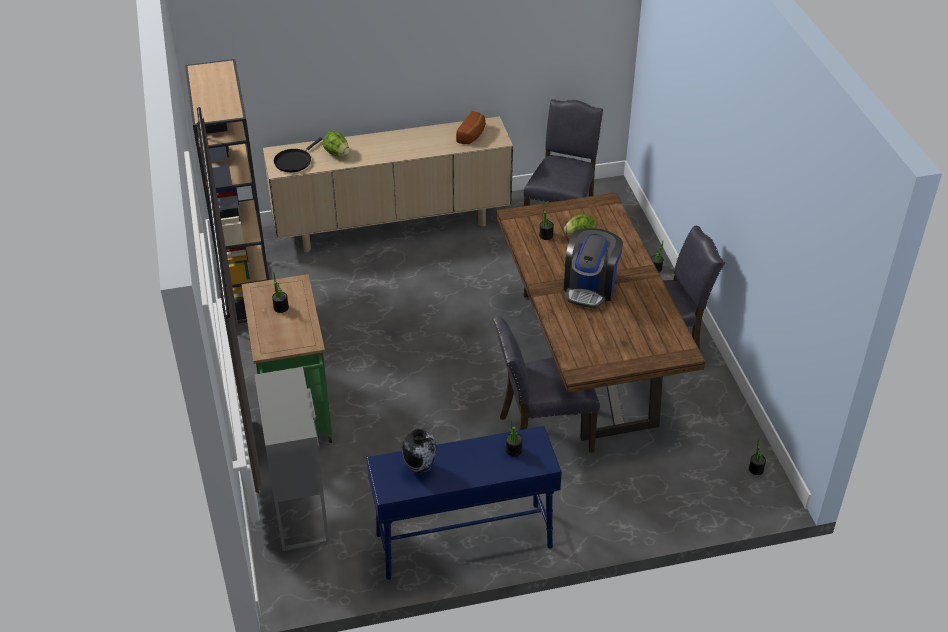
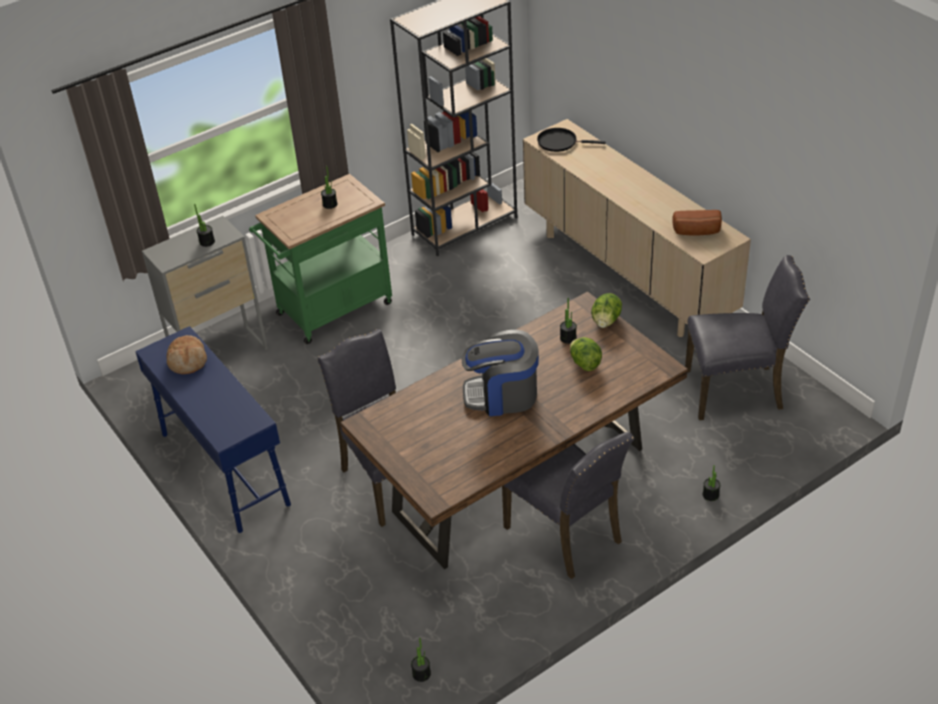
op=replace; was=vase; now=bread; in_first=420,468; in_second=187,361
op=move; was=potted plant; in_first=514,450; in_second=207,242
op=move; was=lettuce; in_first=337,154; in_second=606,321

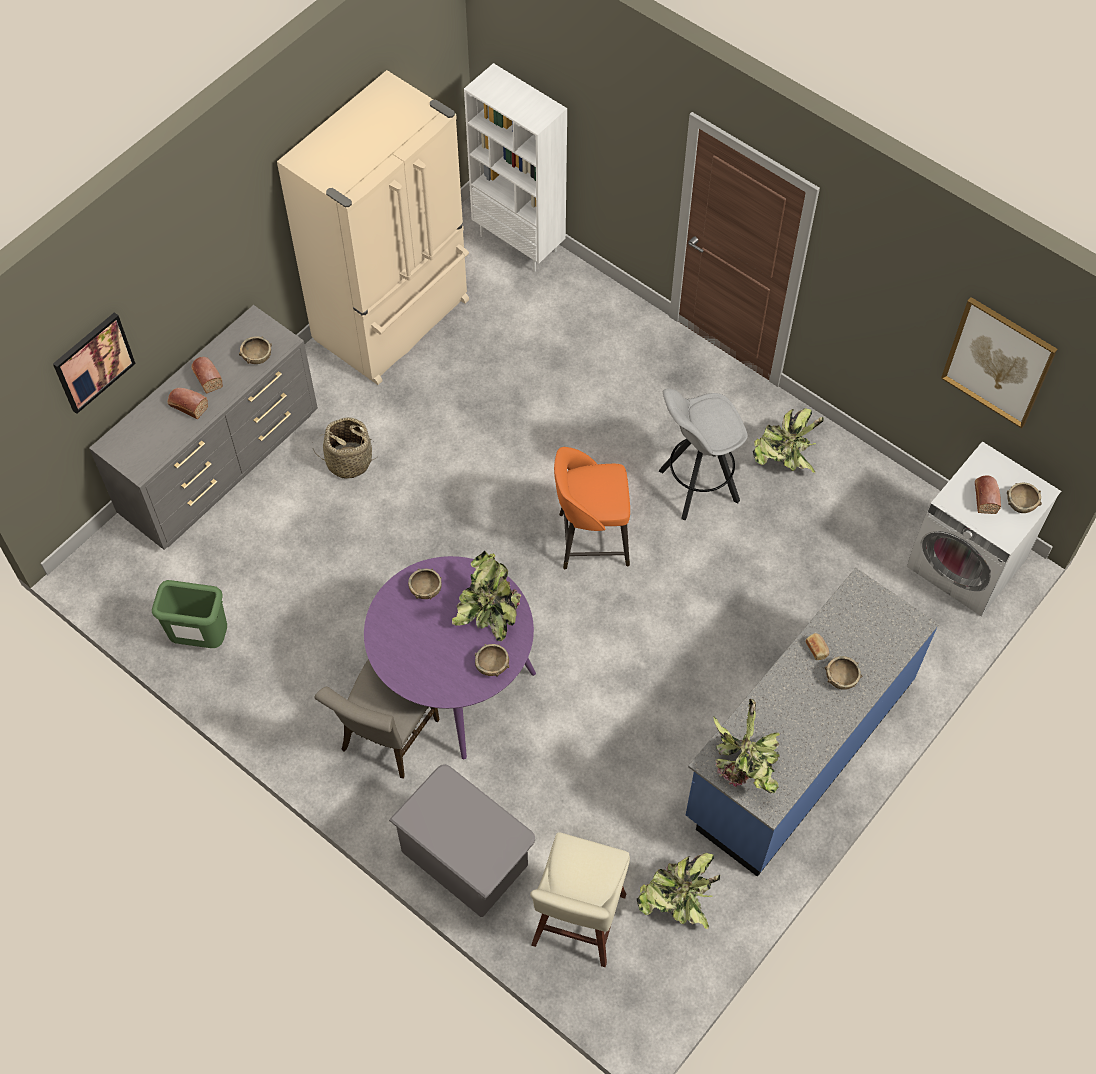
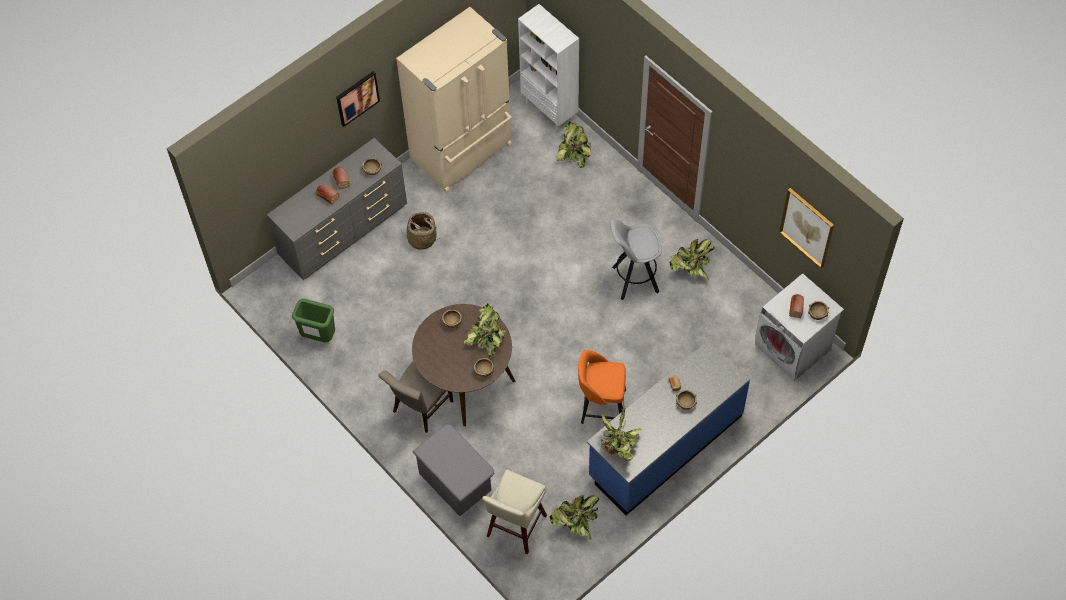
op=move; was=picture; in_first=93,362; in_second=357,98
op=recolor; was=dining table/purple; now=dining table/brown; in_first=454,684; in_second=465,381
op=insert; now=potted plant; in_second=574,153
op=move; was=stool/orange; in_first=591,539; in_second=601,406

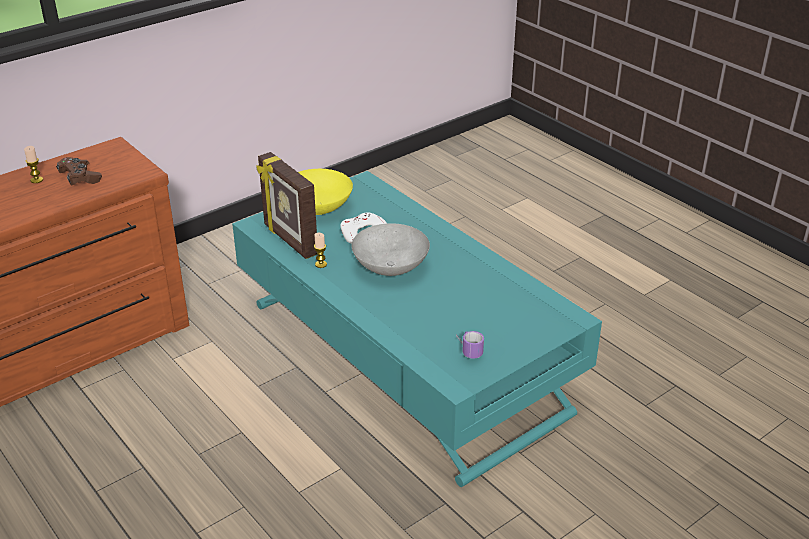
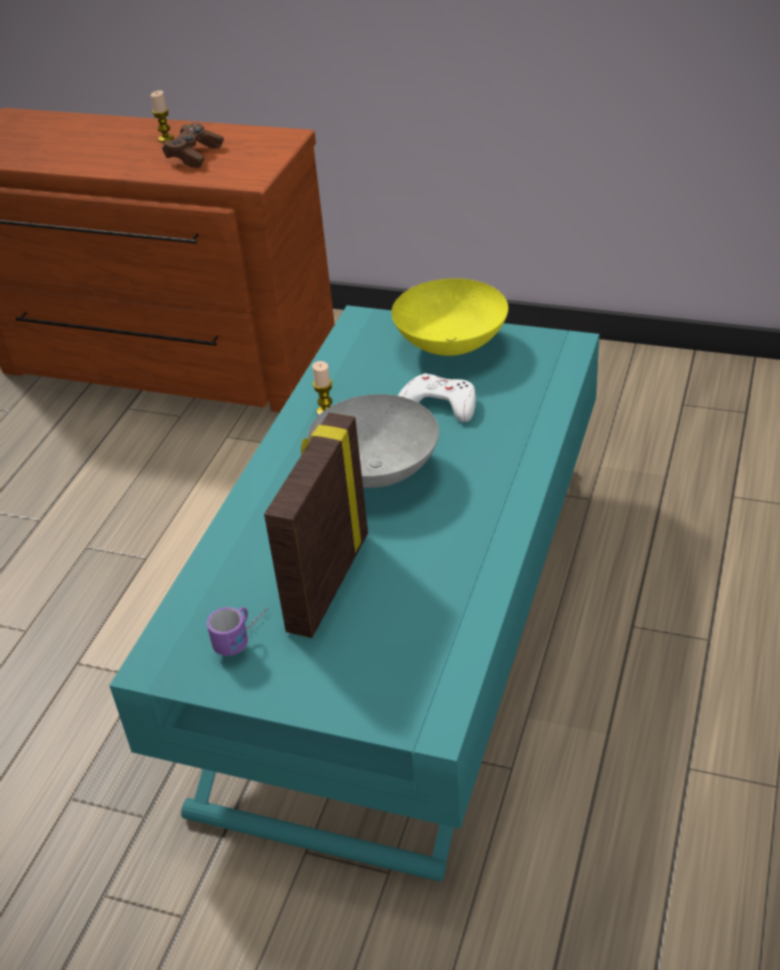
op=move; was=picture frame; in_first=289,240; in_second=326,582

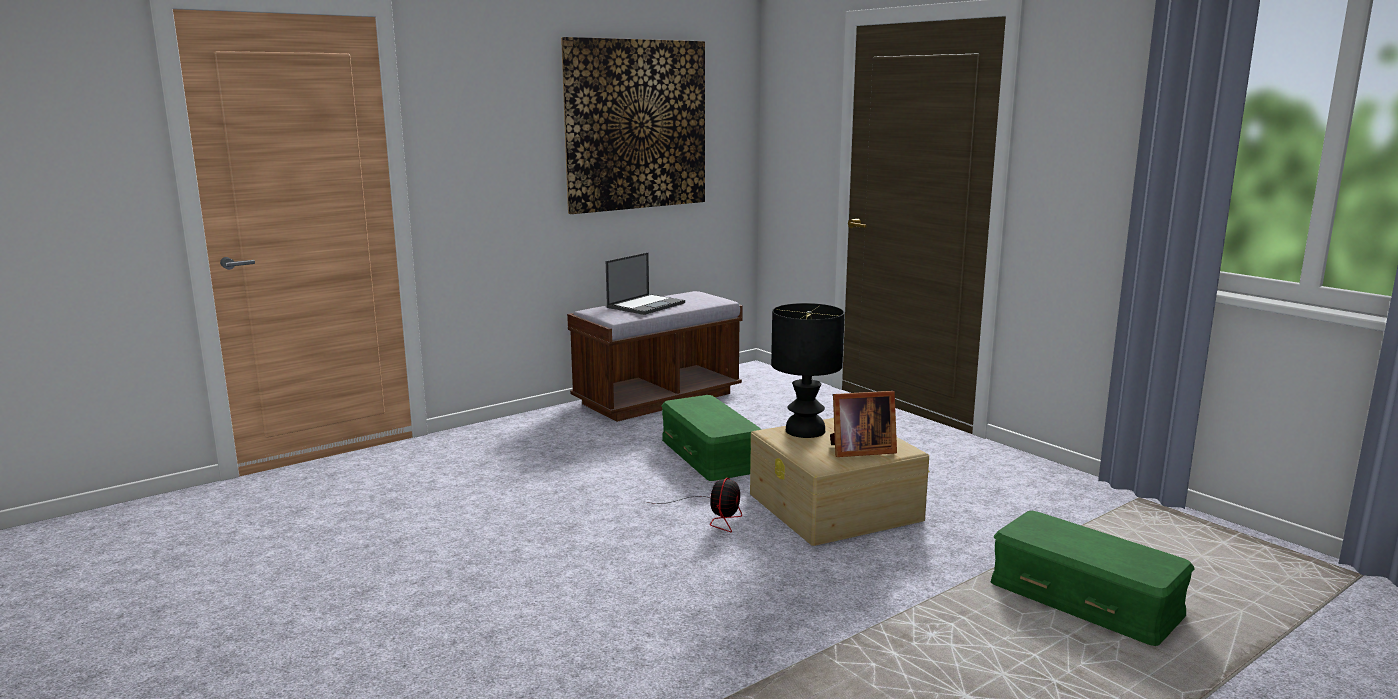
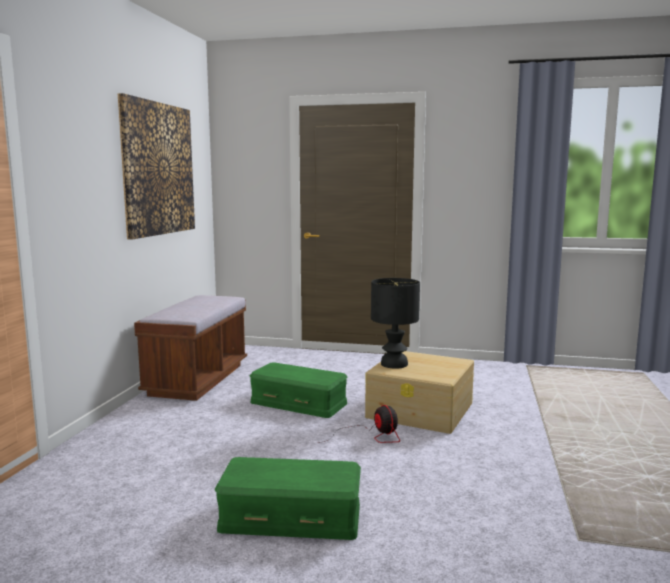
op=move; was=storage box/green; in_first=1083,600; in_second=290,517
op=delete; was=laptop; in_first=646,305
op=delete; was=picture frame; in_first=859,450

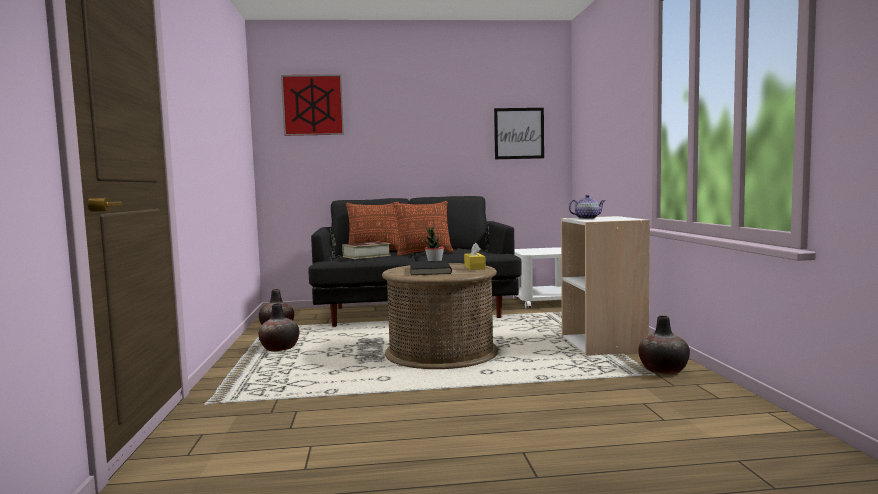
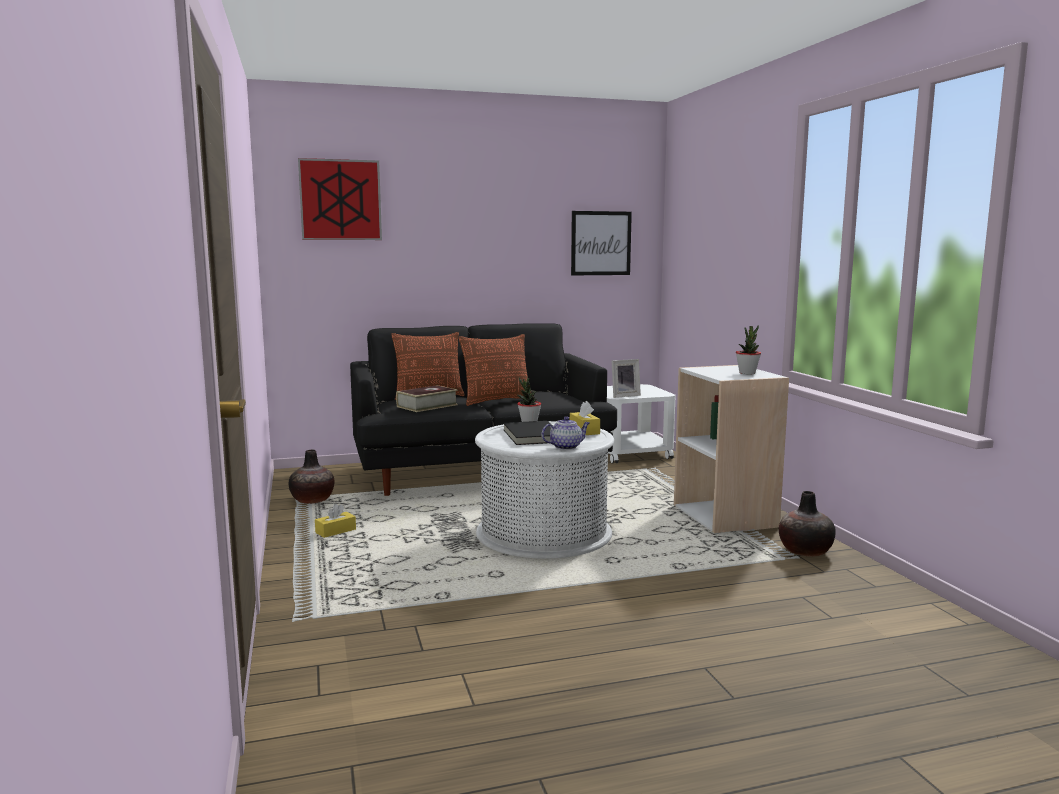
op=replace; was=vase; now=tissue box/yellow; in_first=279,348; in_second=335,532
op=recolor; was=coffee table/brown; now=coffee table/white; in_first=441,353; in_second=544,533
op=move; was=teapot; in_first=587,218; in_second=566,447
op=insert; now=picture frame; in_second=624,395
op=insert; now=potted plant; in_second=747,373

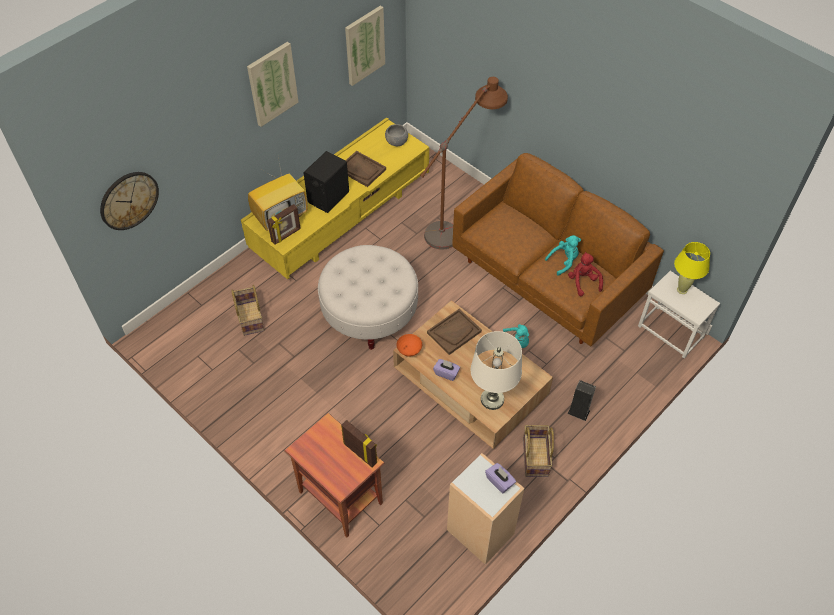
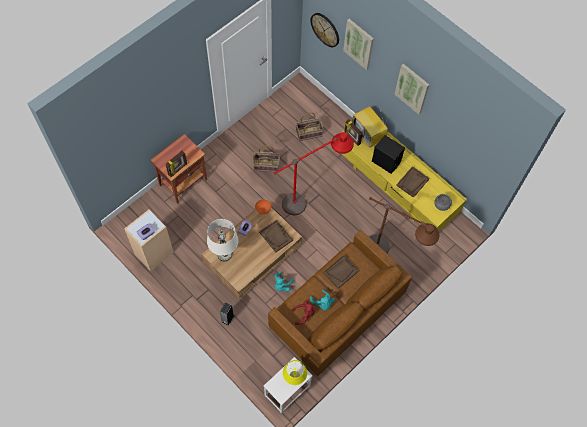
op=move; was=basket; in_first=534,457; in_second=266,165
op=replace; was=ottoman/white; now=floor lamp/red; in_first=370,313; in_second=310,199
op=insert; now=tray/brown; in_second=340,271
op=move; was=picture; in_first=364,45; in_second=359,44

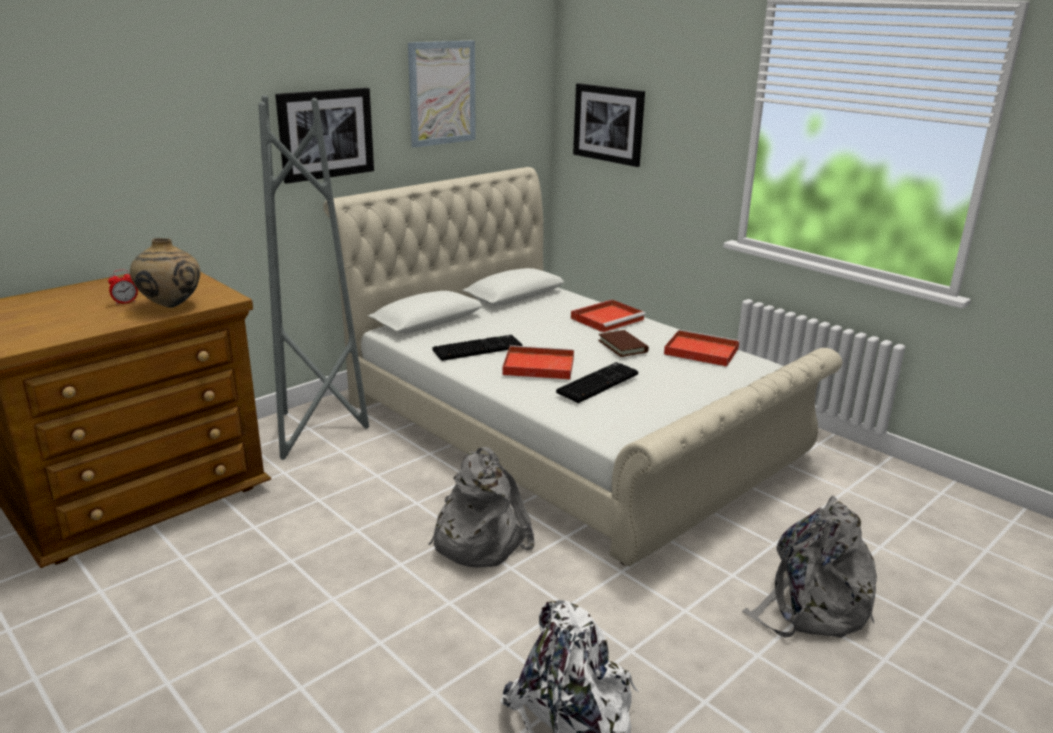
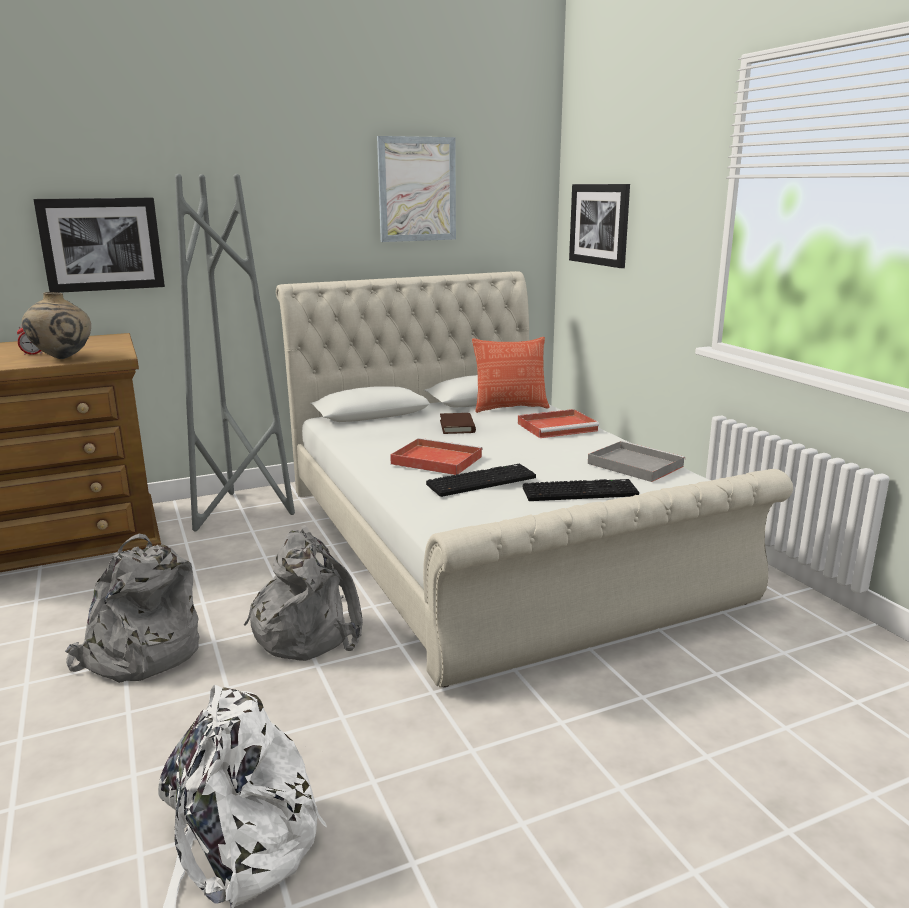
op=move; was=picture; in_first=326,134; in_second=101,244
op=move; was=backpack/grey; in_first=811,607; in_second=140,654
op=move; was=book/brown; in_first=622,346; in_second=457,426
op=insert; now=pillow/orange; in_second=510,408
op=move; was=keyboard; in_first=478,348; in_second=580,491
op=recolor; was=tray/red; now=tray/grey; in_first=699,351; in_second=633,464

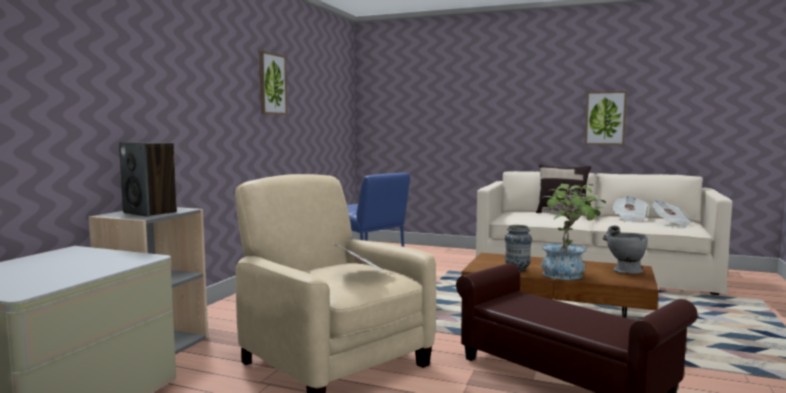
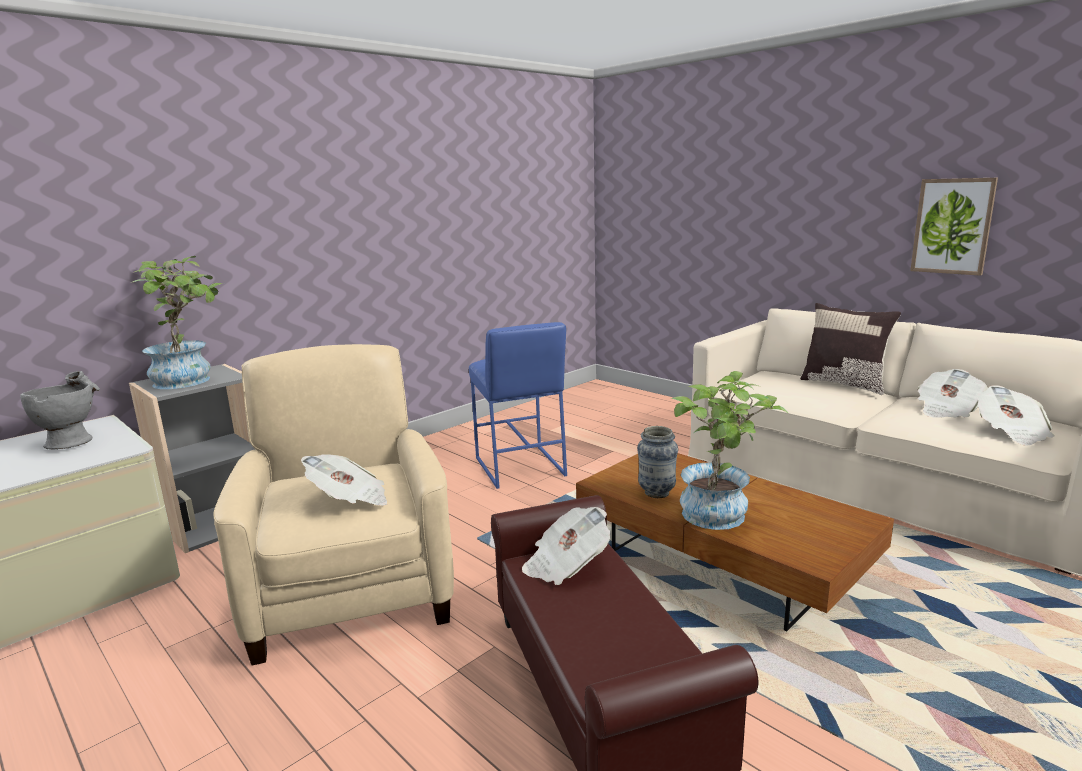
op=move; was=vase/grey; in_first=622,271; in_second=73,441
op=replace; was=speaker; now=potted plant; in_first=150,212; in_second=191,380
op=insert; now=newspaper; in_second=566,565
op=delete; was=picture; in_first=272,84

